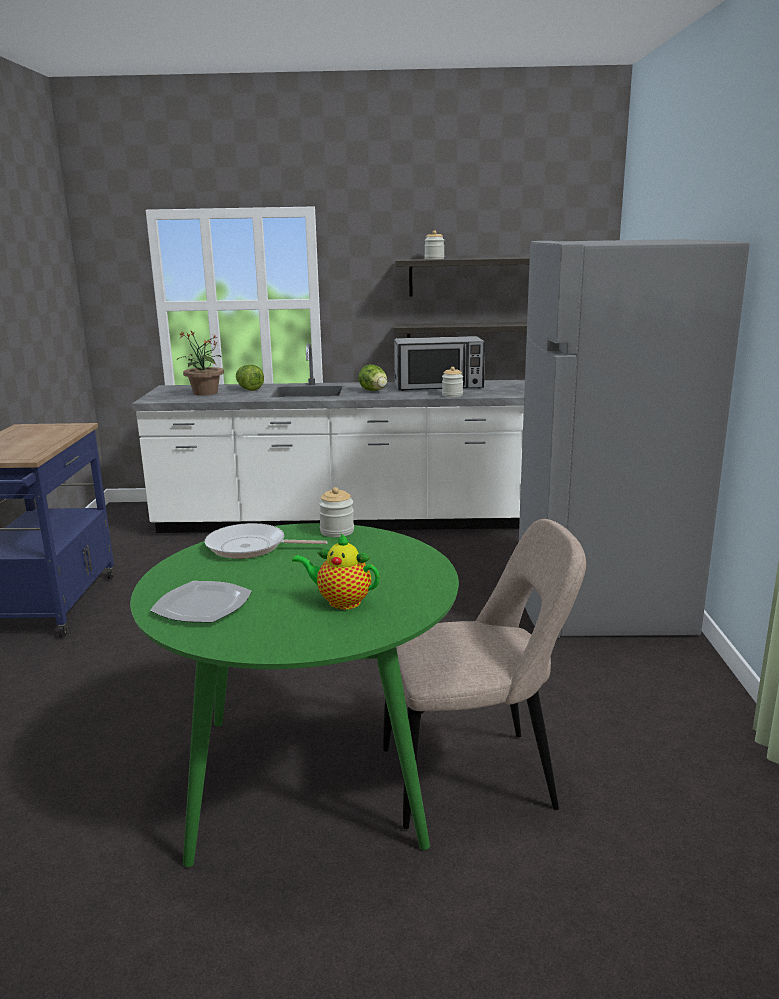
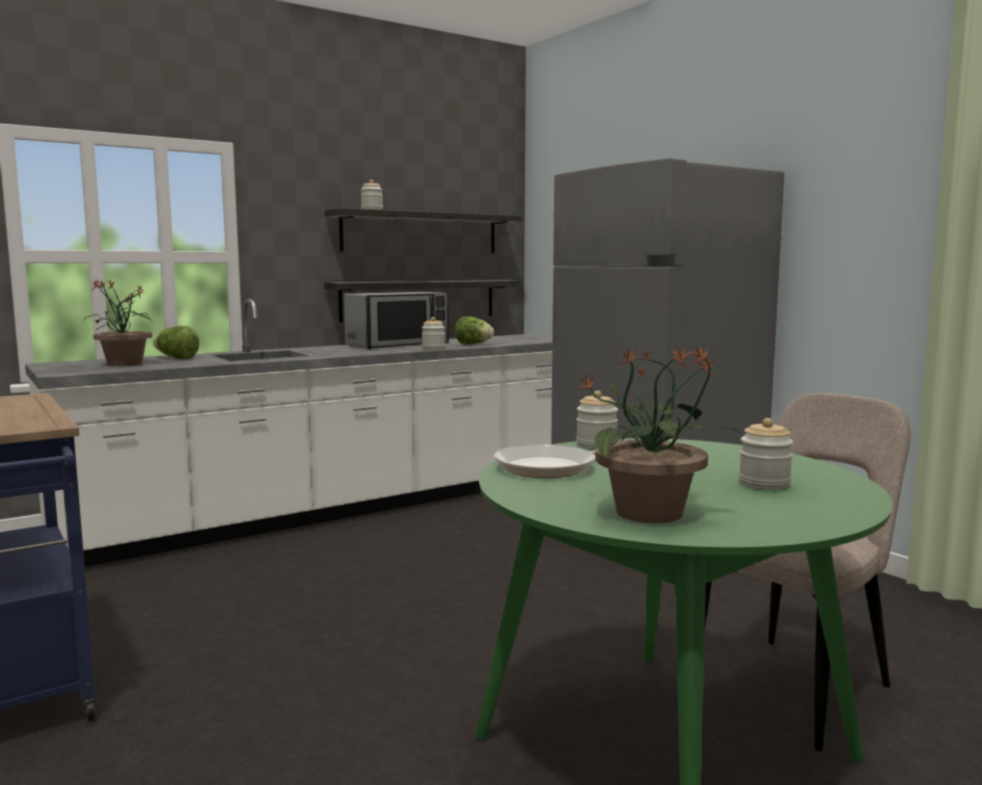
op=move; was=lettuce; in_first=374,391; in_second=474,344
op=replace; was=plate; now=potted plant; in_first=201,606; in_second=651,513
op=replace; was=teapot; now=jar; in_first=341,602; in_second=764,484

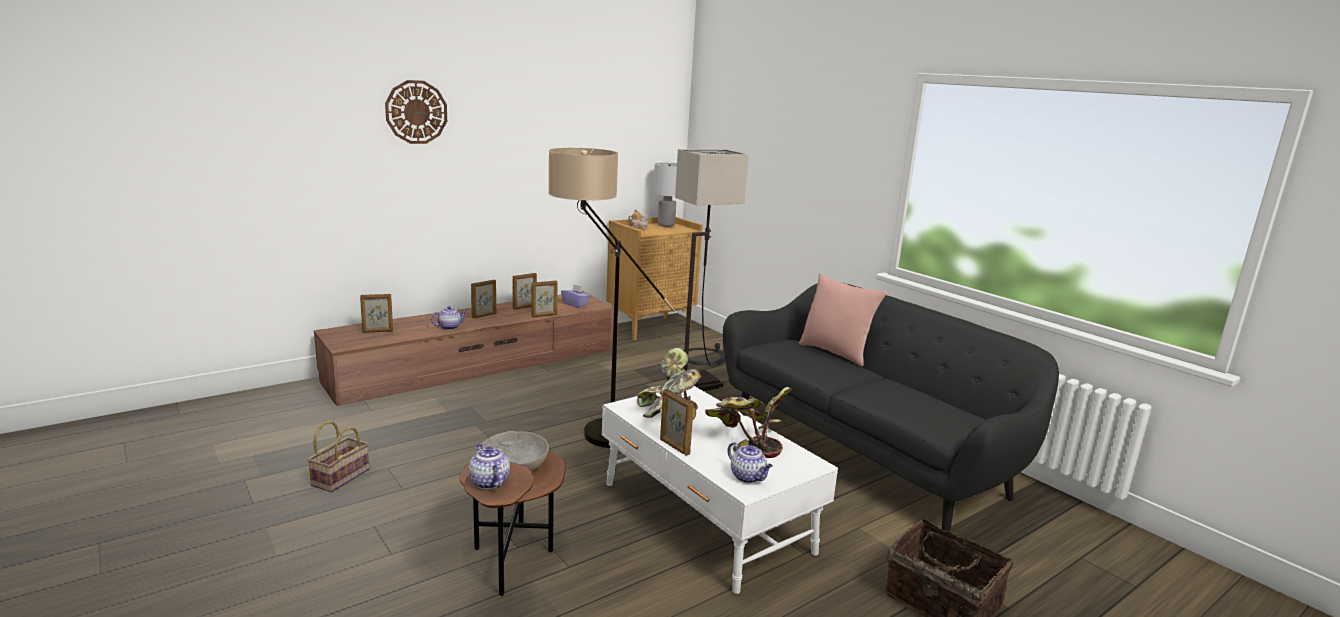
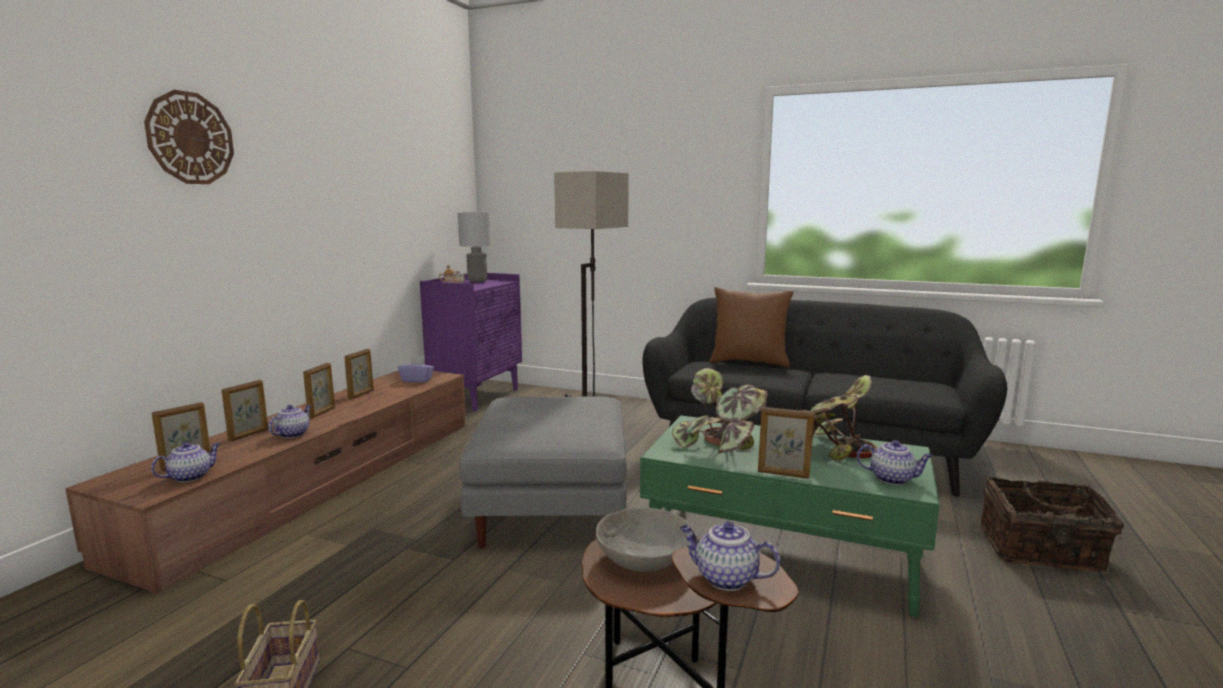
op=insert; now=teapot; in_second=191,476
op=move; was=picture frame; in_first=544,315; in_second=249,435
op=recolor; was=cabinet/brown; now=cabinet/purple; in_first=651,328; in_second=477,397
op=replace; was=floor lamp; now=ottoman/grey; in_first=593,428; in_second=551,506
op=recolor; was=coffee table/white; now=coffee table/green; in_first=706,518; in_second=782,554
op=recolor; was=pillow/pink; now=pillow/brown; in_first=835,353; in_second=749,362

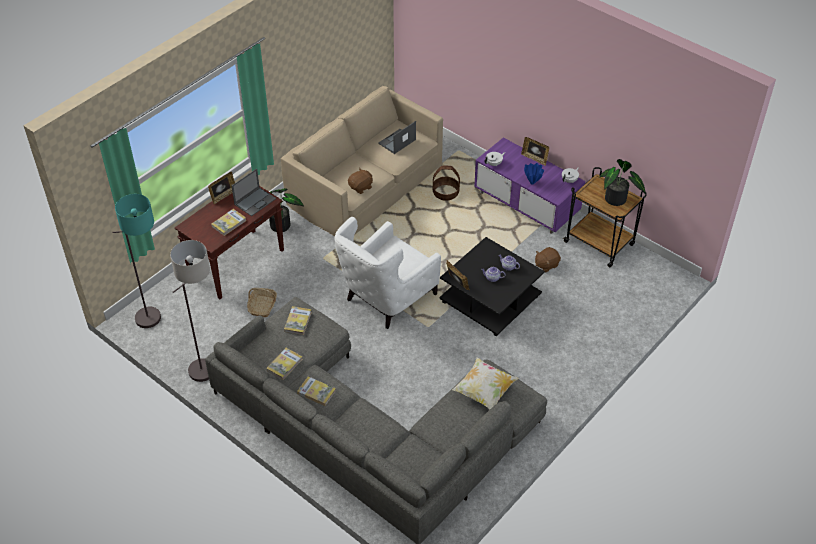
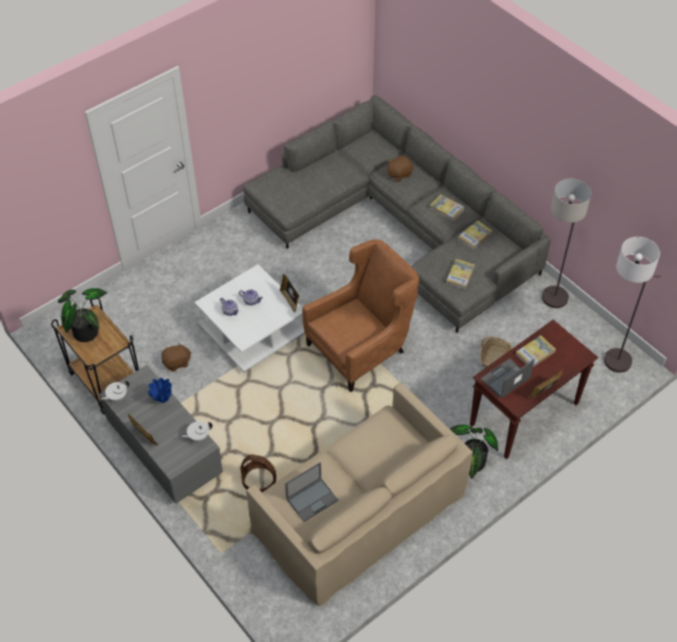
op=recolor; was=tv stand/purple; now=tv stand/grey; in_first=526,203; in_second=165,449
op=recolor; was=coffee table/black; now=coffee table/white; in_first=489,299; in_second=253,331
op=recolor; was=armchair/white; now=armchair/brown; in_first=386,298; in_second=361,348
op=move; was=plush toy/brown; in_first=361,187; in_second=399,174
op=recolor; was=floor lamp/turquoise; now=floor lamp/white; in_first=156,317; in_second=609,361
op=delete; was=pillow; in_first=484,391

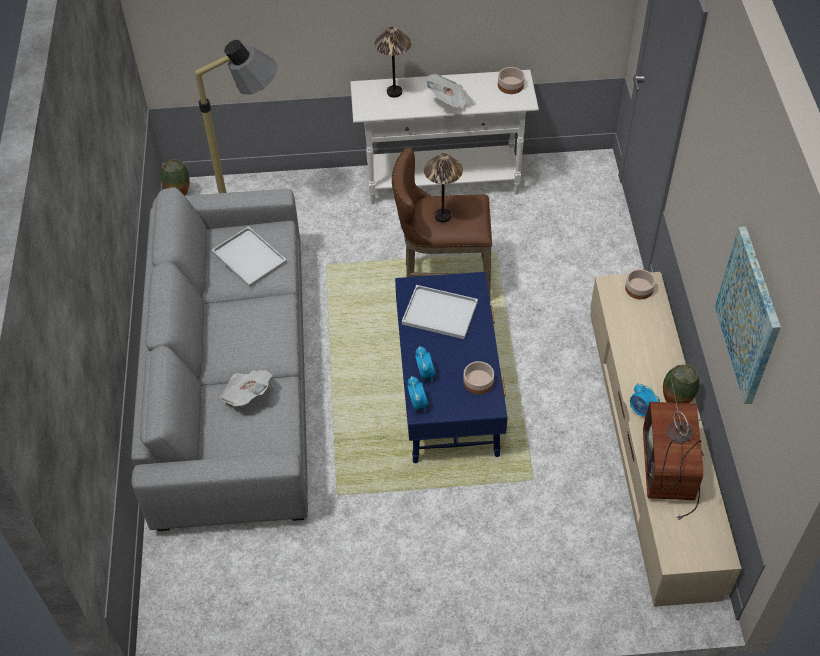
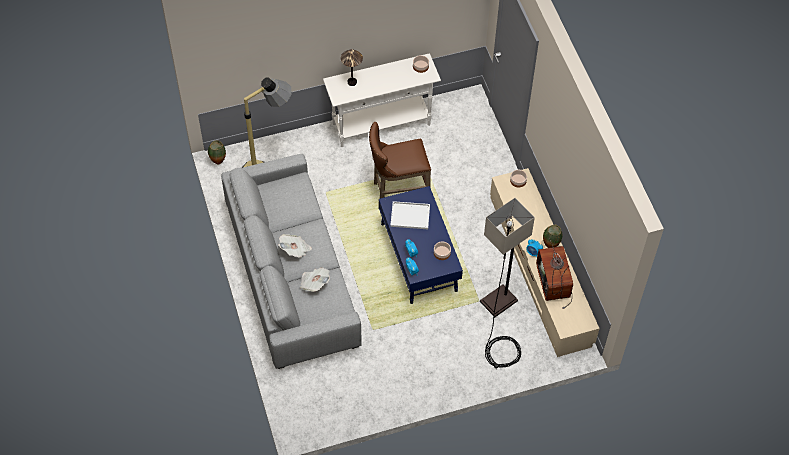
op=move; was=newspaper; in_first=450,102; in_second=295,250
op=insert; now=floor lamp; in_second=500,329
op=delete; was=tray/white; in_first=248,257
op=delete; was=table lamp; in_first=443,216
op=delete; was=picture; in_first=749,315

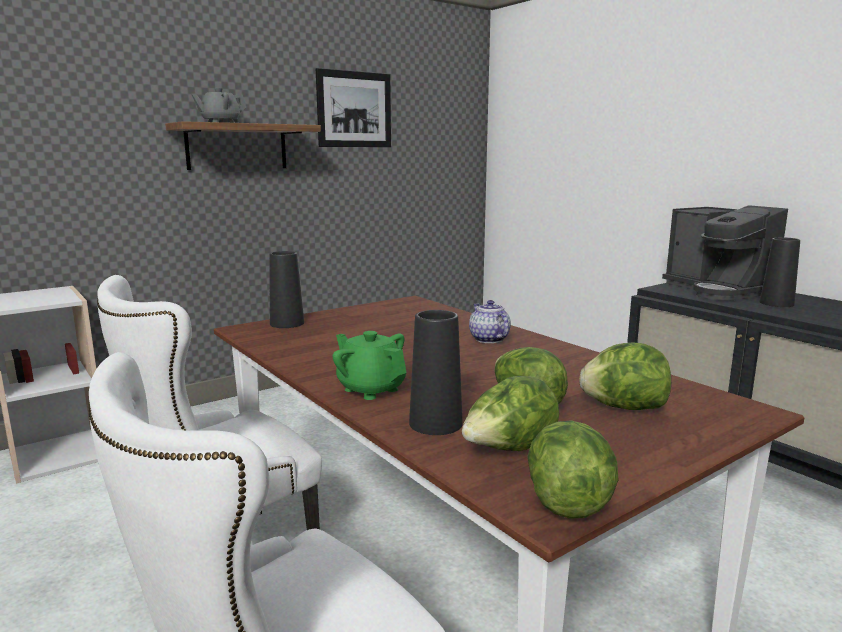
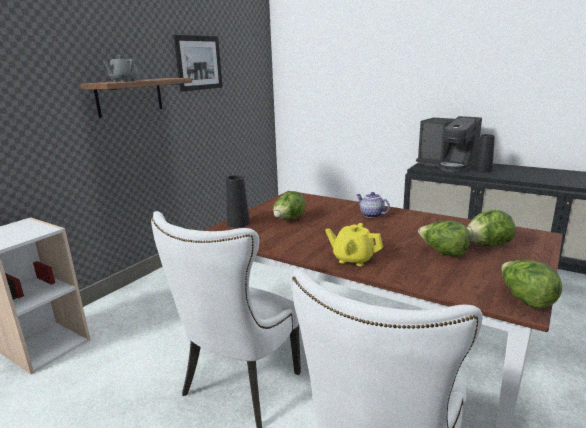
op=move; was=lettuce; in_first=509,450; in_second=289,220
op=recolor; was=teapot/green; now=teapot/yellow; in_first=371,389; in_second=353,259
op=delete; was=vase/black; in_first=435,423

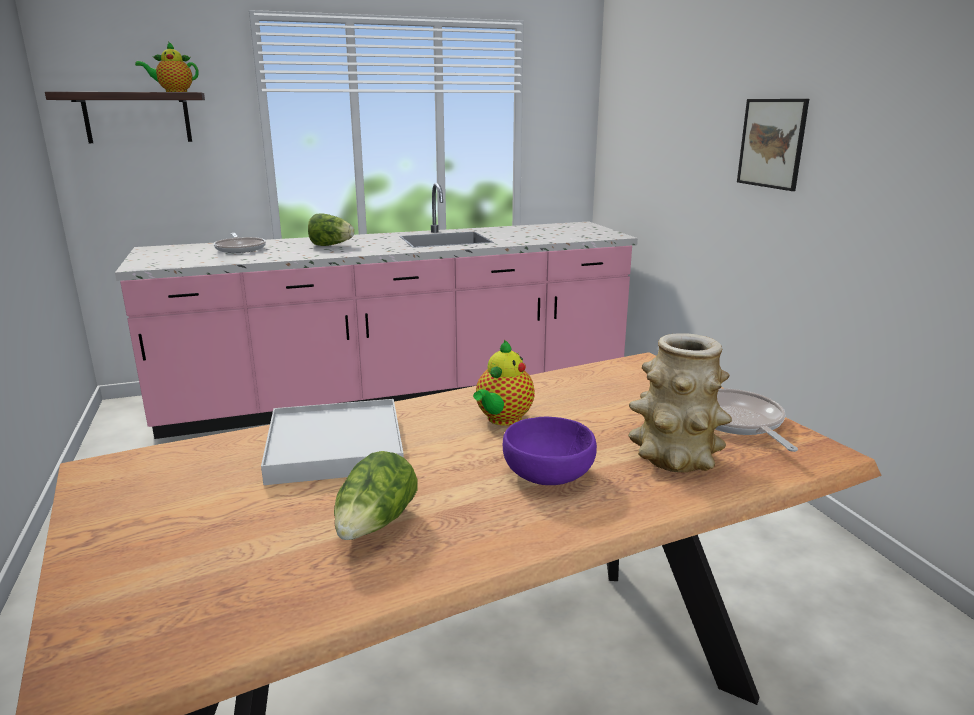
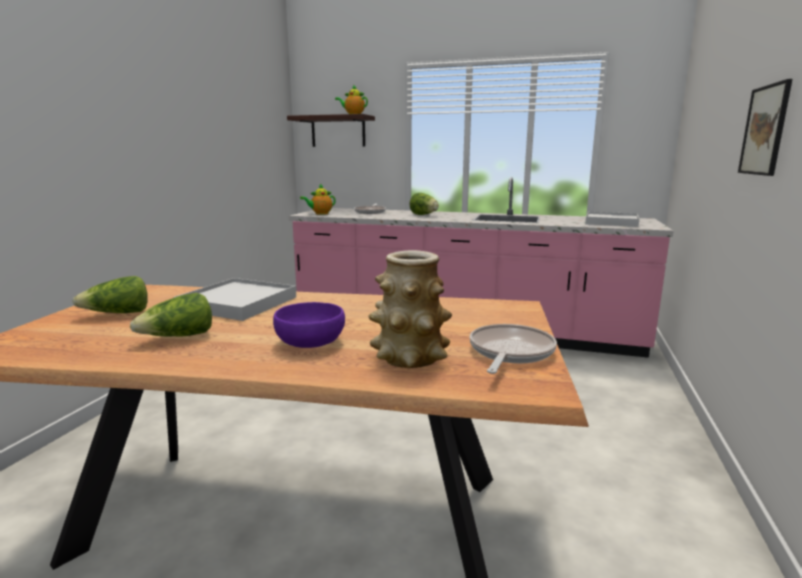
op=insert; now=lettuce; in_second=118,314
op=move; was=teapot; in_first=502,419; in_second=320,213
op=insert; now=tray/white; in_second=611,222

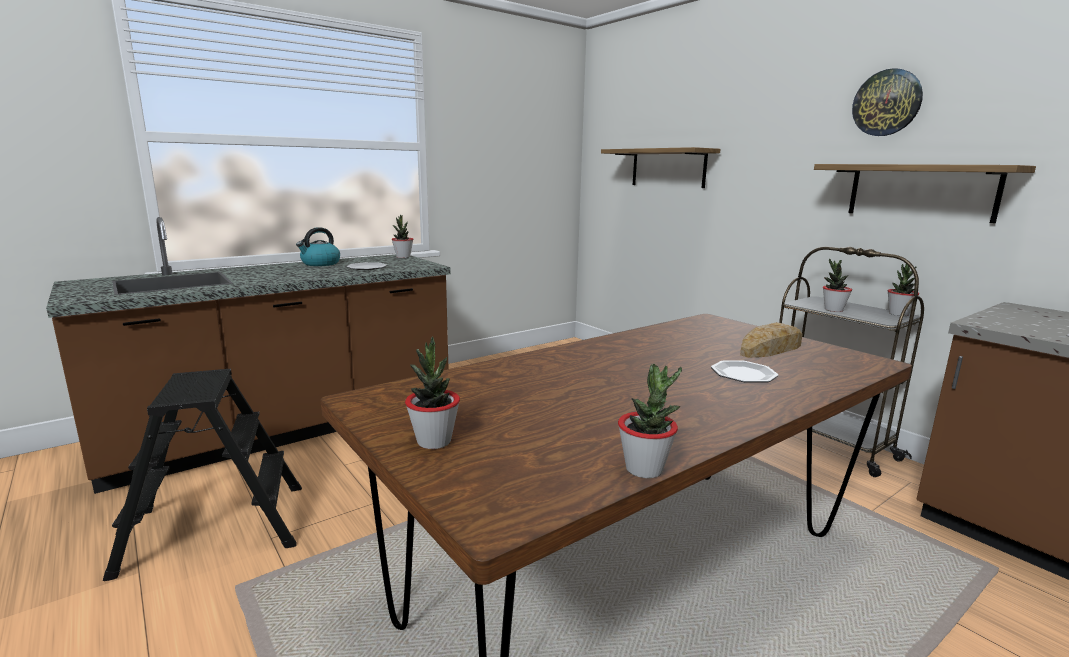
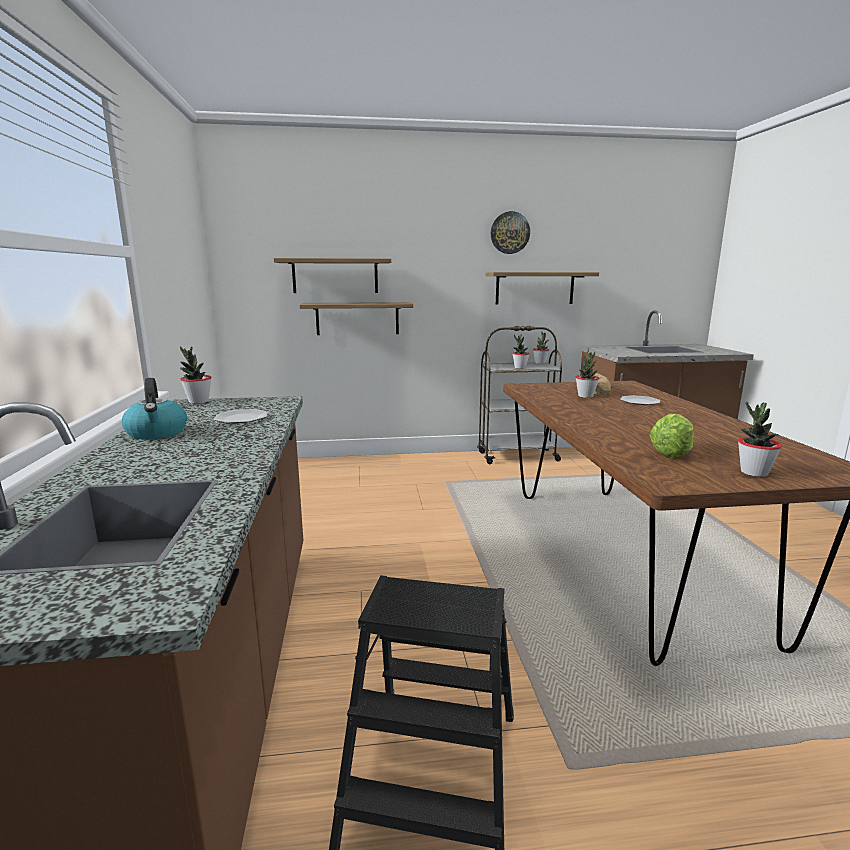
op=insert; now=shelf; in_second=357,318
op=move; was=potted plant; in_first=644,469; in_second=585,396
op=insert; now=lettuce; in_second=671,452

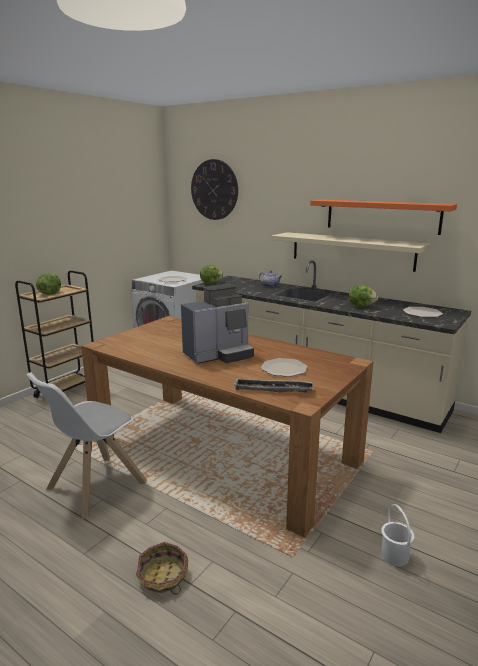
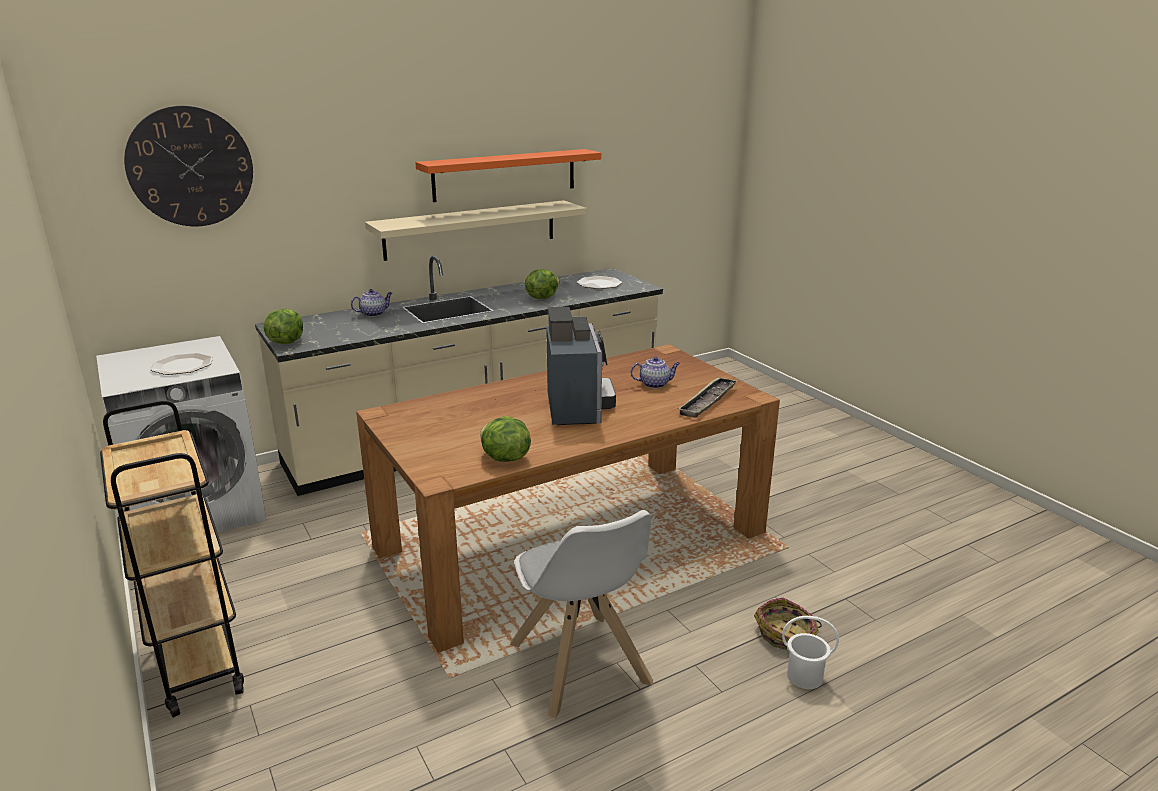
op=move; was=lettuce; in_first=50,294; in_second=504,458
op=replace; was=plate; now=teapot; in_first=284,368; in_second=655,384
op=move; was=bucket/white; in_first=395,555; in_second=804,676

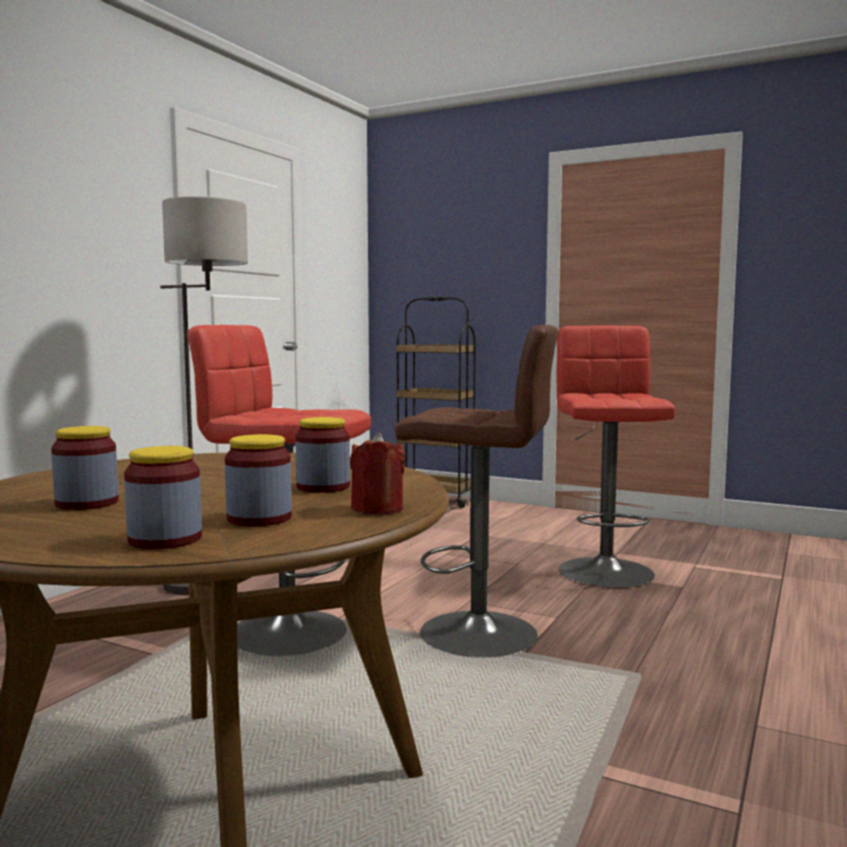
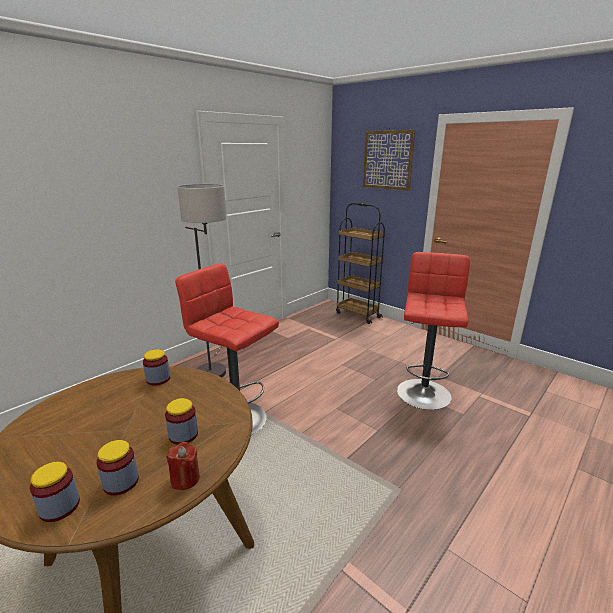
op=move; was=jar; in_first=87,503; in_second=158,379
op=insert; now=picture; in_second=387,159
op=delete; was=stool/brown; in_first=479,634

